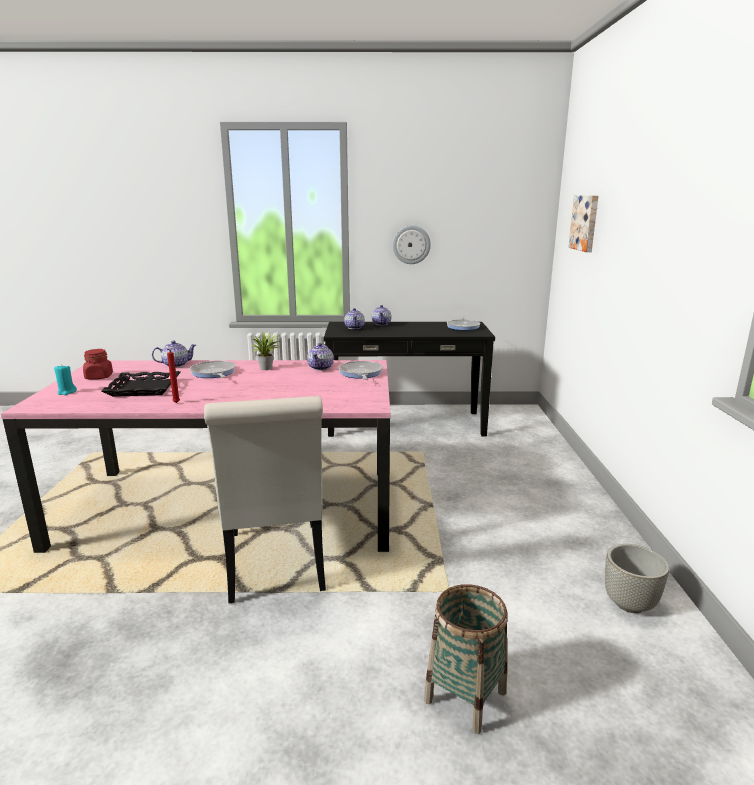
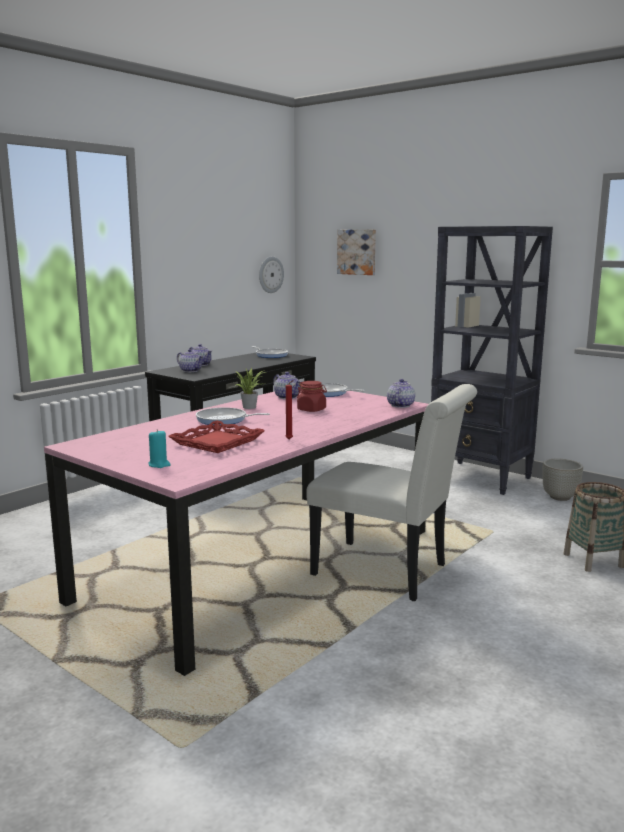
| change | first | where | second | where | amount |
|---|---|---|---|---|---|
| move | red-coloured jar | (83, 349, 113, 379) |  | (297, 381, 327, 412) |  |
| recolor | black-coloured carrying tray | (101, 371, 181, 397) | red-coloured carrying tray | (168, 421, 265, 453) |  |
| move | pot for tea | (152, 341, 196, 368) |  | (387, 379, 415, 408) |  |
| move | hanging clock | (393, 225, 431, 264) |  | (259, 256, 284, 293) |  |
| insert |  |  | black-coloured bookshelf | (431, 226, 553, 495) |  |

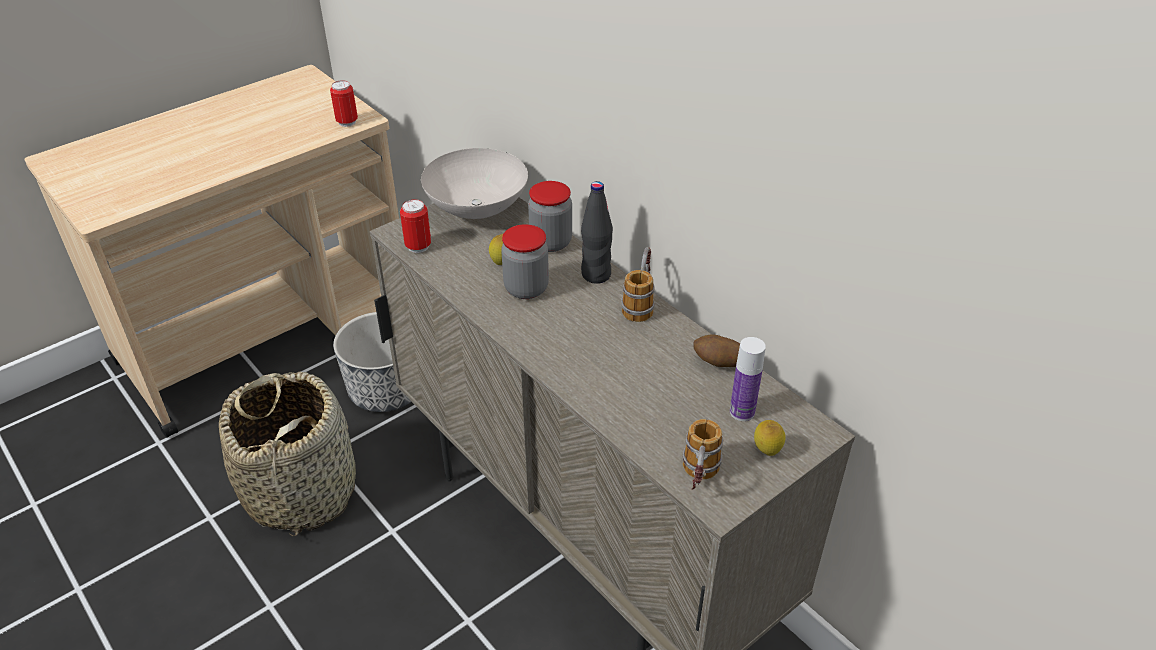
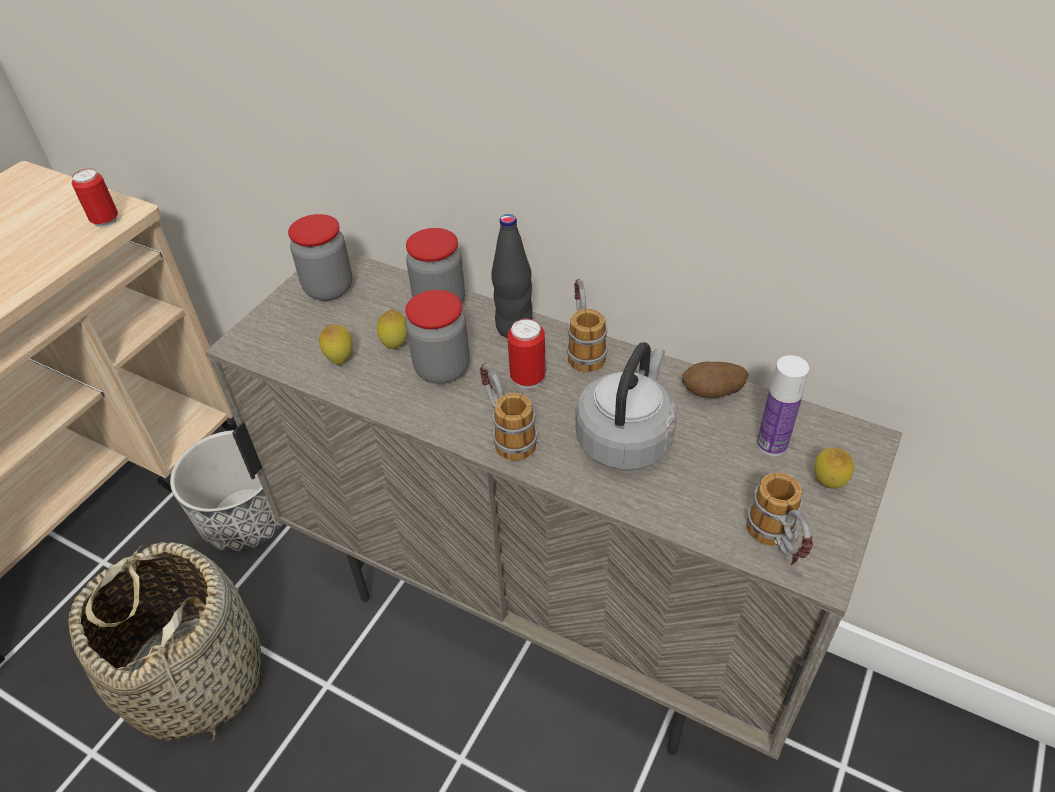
| change | first | where | second | where | amount |
|---|---|---|---|---|---|
| move | sealed can | (400, 199, 431, 253) |  | (507, 319, 546, 388) |  |
| replace | whitish bowl | (421, 148, 528, 219) | jar | (288, 214, 352, 301) |  |
| insert |  |  | whole lemon | (319, 324, 353, 365) |  |
| insert |  |  | tea mug | (480, 363, 538, 461) |  |
| insert |  |  | greyish water kettle | (576, 342, 677, 471) |  |

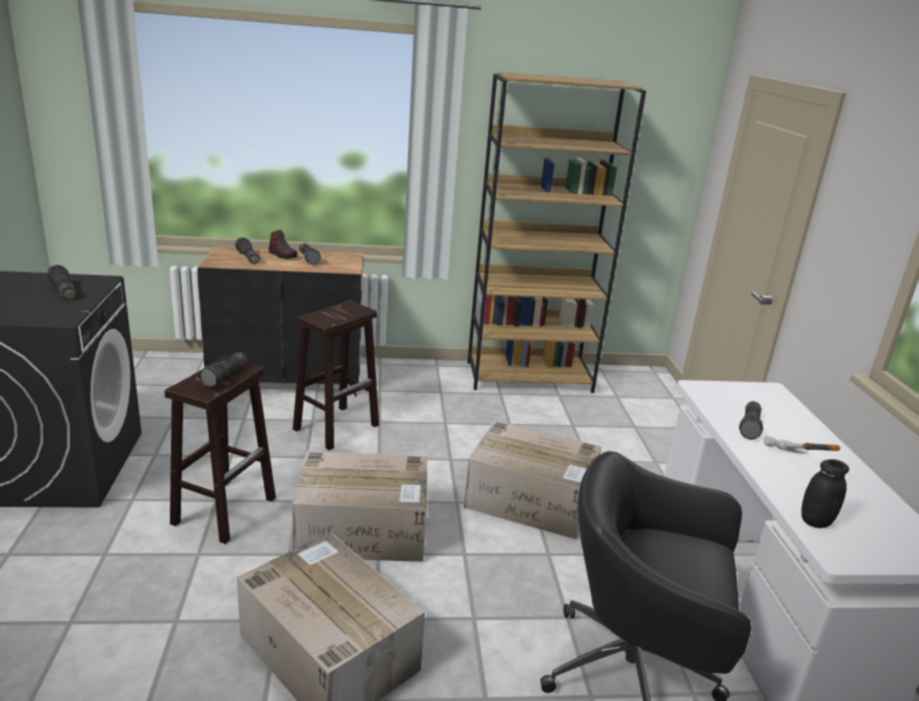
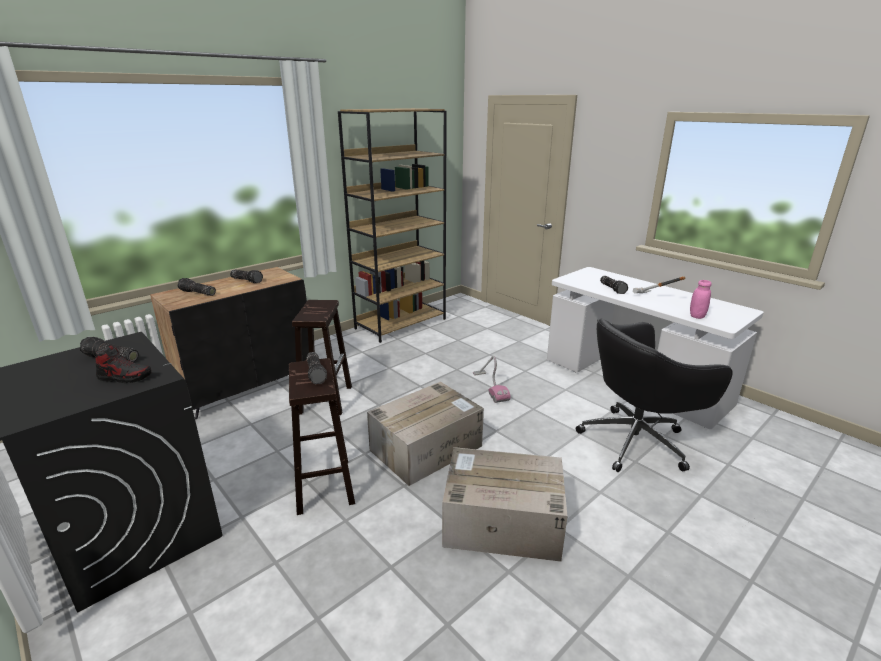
| change | first | where | second | where | amount |
|---|---|---|---|---|---|
| move | low shoe | (268, 230, 297, 259) |  | (95, 345, 151, 383) |  |
| replace | packing box | (464, 420, 602, 540) | hoover | (473, 356, 511, 403) |  |
| recolor | black-coloured jar | (801, 459, 849, 528) | pink-coloured jar | (690, 280, 712, 319) |  |

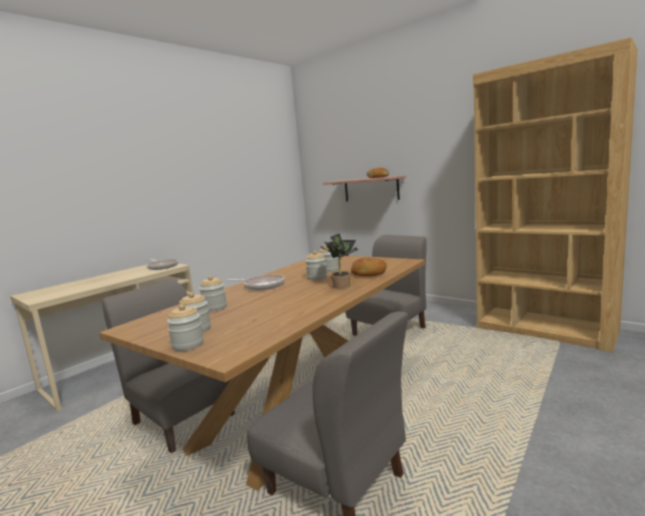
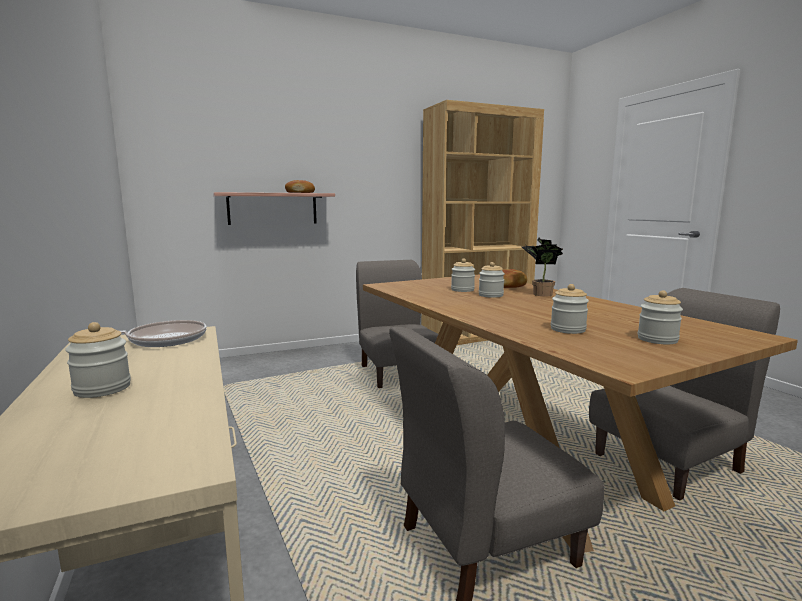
| change | first | where | second | where | amount |
|---|---|---|---|---|---|
| move | jar | (167, 304, 204, 351) |  | (65, 322, 131, 398) |  |
| delete | pan | (226, 275, 285, 290) |  |  |  |

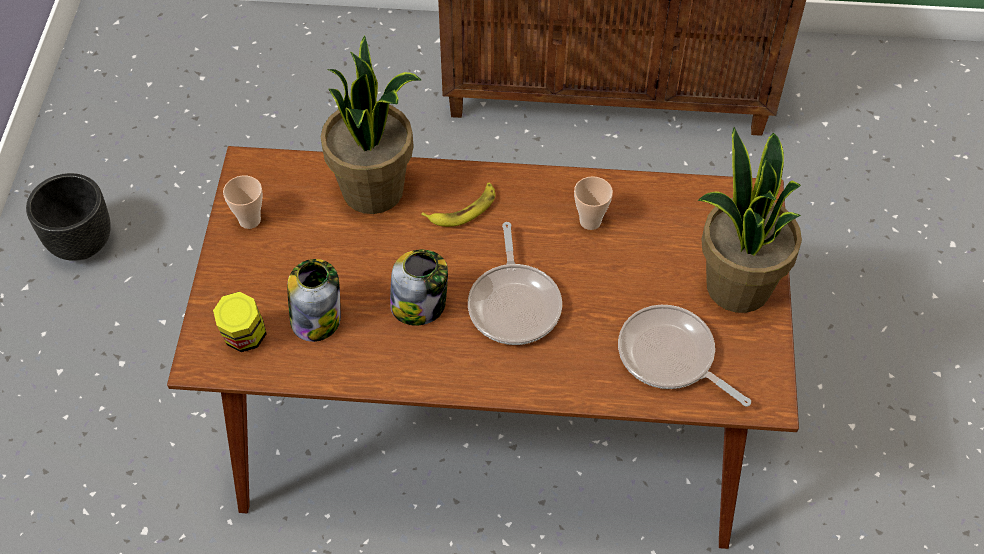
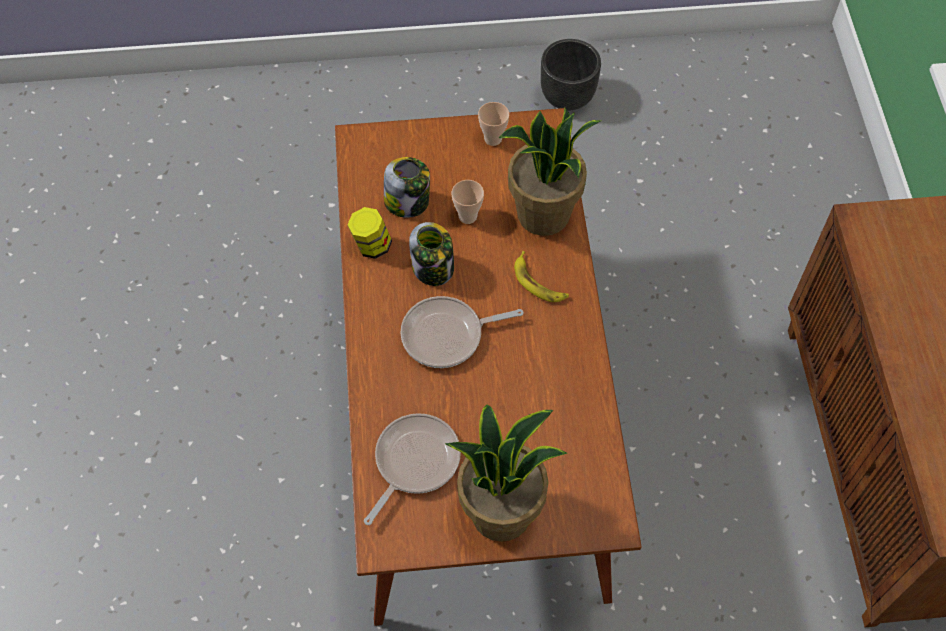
| change | first | where | second | where | amount |
|---|---|---|---|---|---|
| move | jar | (213, 292, 267, 352) |  | (347, 207, 392, 259) |  |
| move | small cup | (574, 176, 613, 230) |  | (452, 180, 484, 224) |  |

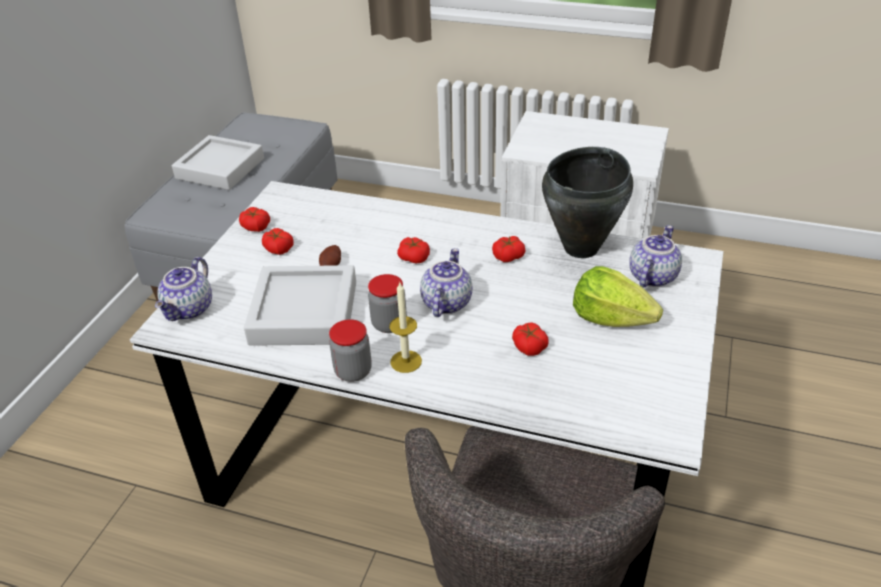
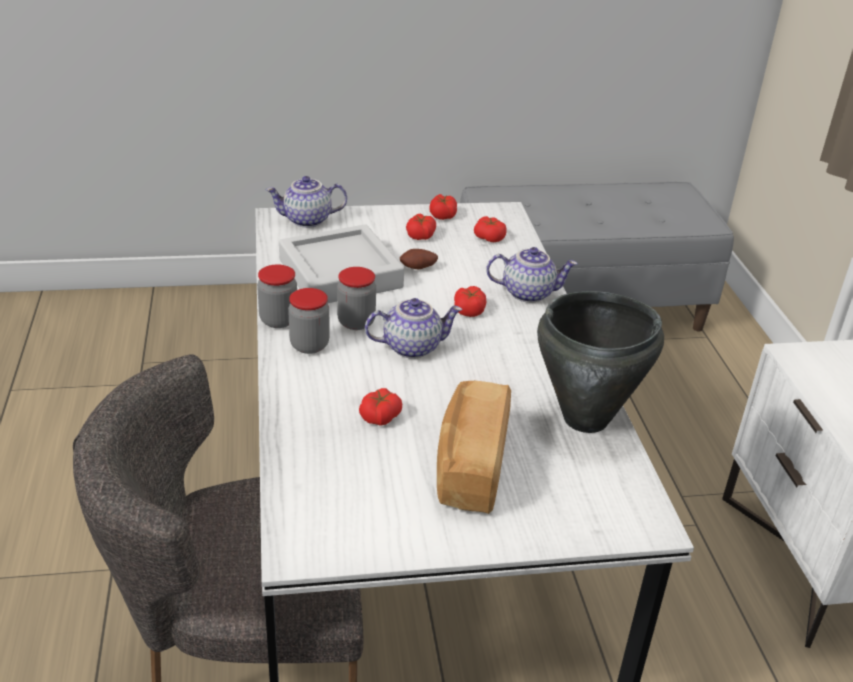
| change | first | where | second | where | amount |
|---|---|---|---|---|---|
| delete | greyish carrying tray | (172, 135, 264, 190) |  |  |  |
| replace | wax candle | (389, 281, 422, 373) | jar | (288, 288, 330, 354) |  |
| move | whole tomato | (492, 236, 526, 262) |  | (474, 216, 507, 242) |  |
| replace | head of lettuce | (573, 266, 663, 327) | bread | (437, 381, 511, 514) |  |
| move | pot for tea | (629, 225, 682, 287) |  | (486, 247, 578, 303) |  |

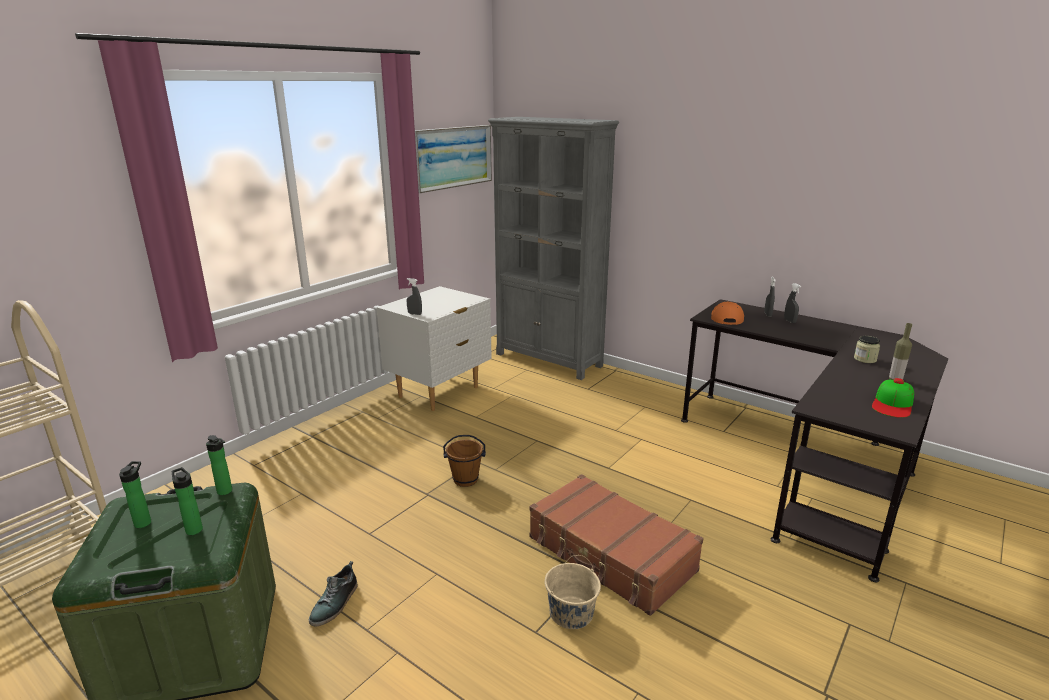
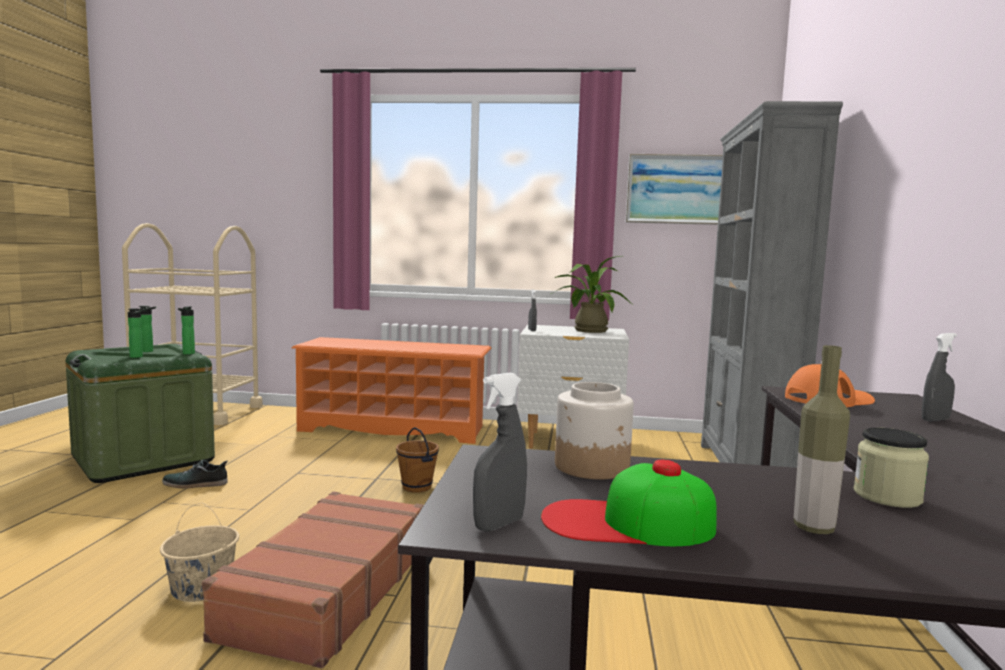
| change | first | where | second | where | amount |
|---|---|---|---|---|---|
| move | greyish sprayer | (784, 283, 801, 323) |  | (473, 373, 527, 532) |  |
| insert |  |  | orange shoe rack | (292, 337, 492, 444) |  |
| insert |  |  | potted plant | (551, 256, 632, 333) |  |
| insert |  |  | jar | (555, 382, 634, 479) |  |

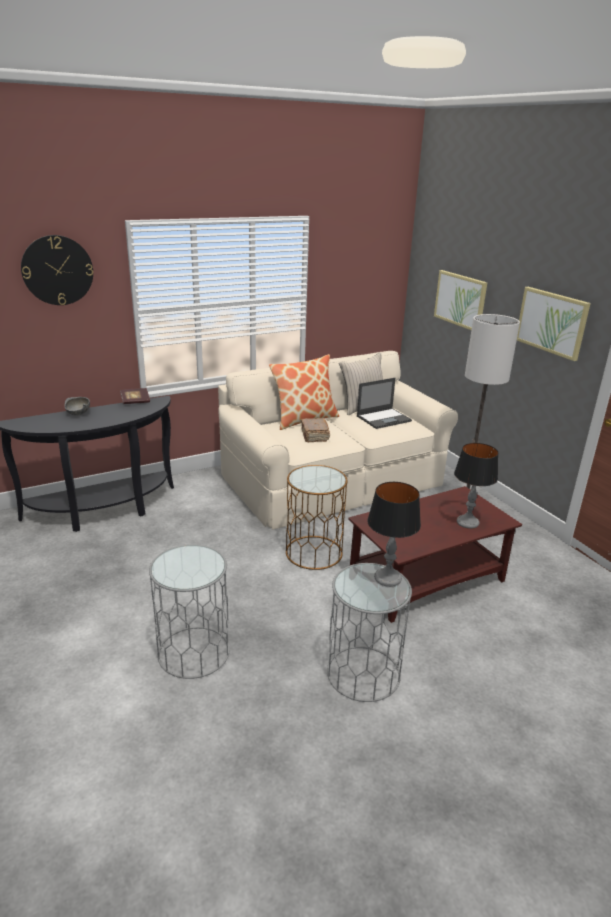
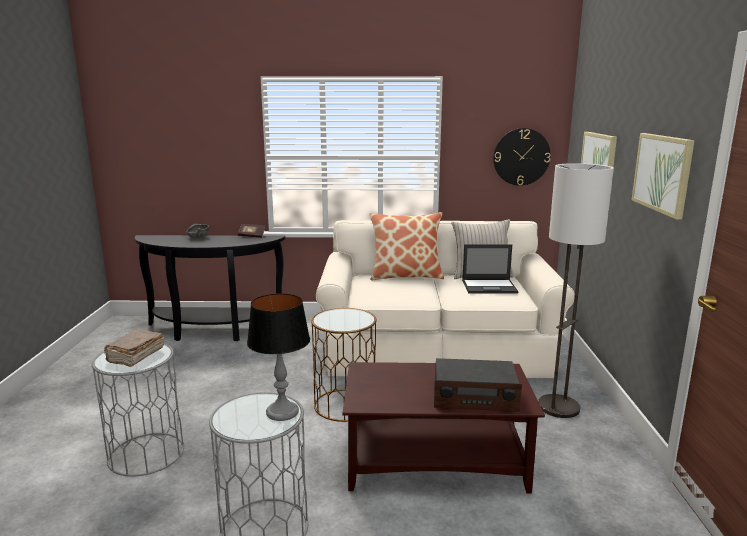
| change | first | where | second | where | amount |
|---|---|---|---|---|---|
| move | hanging clock | (21, 235, 93, 305) |  | (493, 128, 551, 186) |  |
| move | brownish volume | (301, 418, 330, 442) |  | (104, 329, 164, 367) |  |
| replace | lamp for a table | (454, 443, 498, 529) | radio | (434, 358, 522, 412) |  |

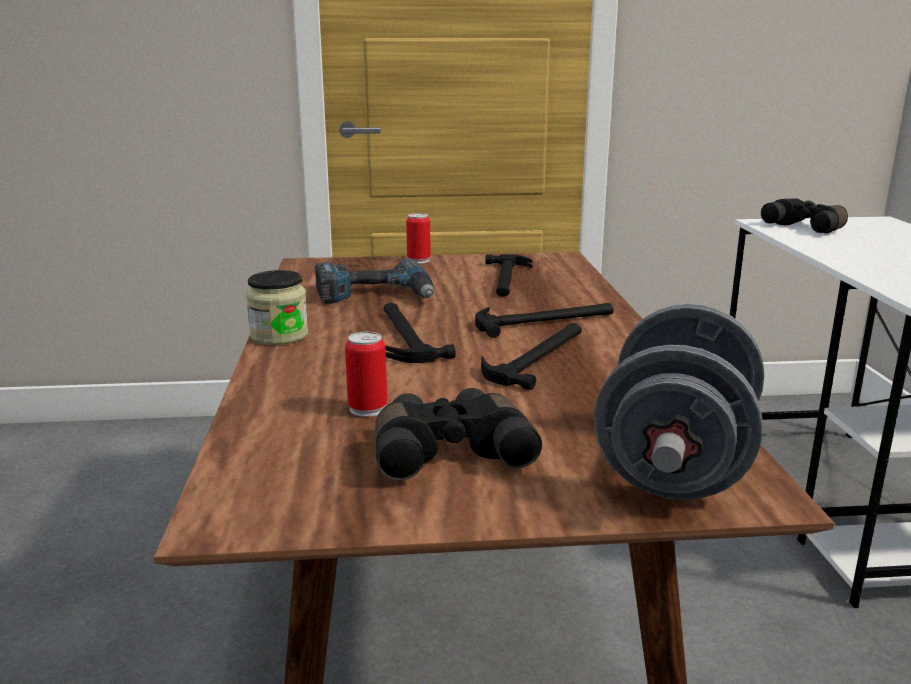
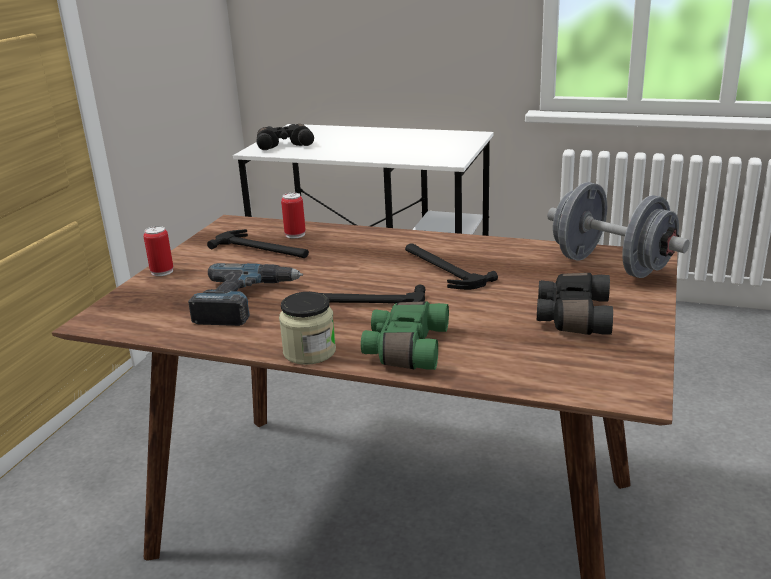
| change | first | where | second | where | amount |
|---|---|---|---|---|---|
| move | sealed can | (345, 332, 387, 417) |  | (281, 193, 306, 238) |  |
| delete | hand hammer | (475, 303, 614, 338) |  |  |  |
| insert |  |  | green pair of binoculars | (361, 301, 449, 370) |  |

